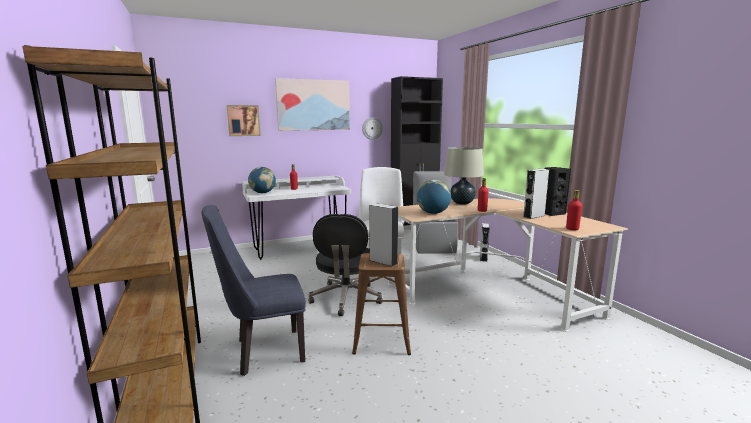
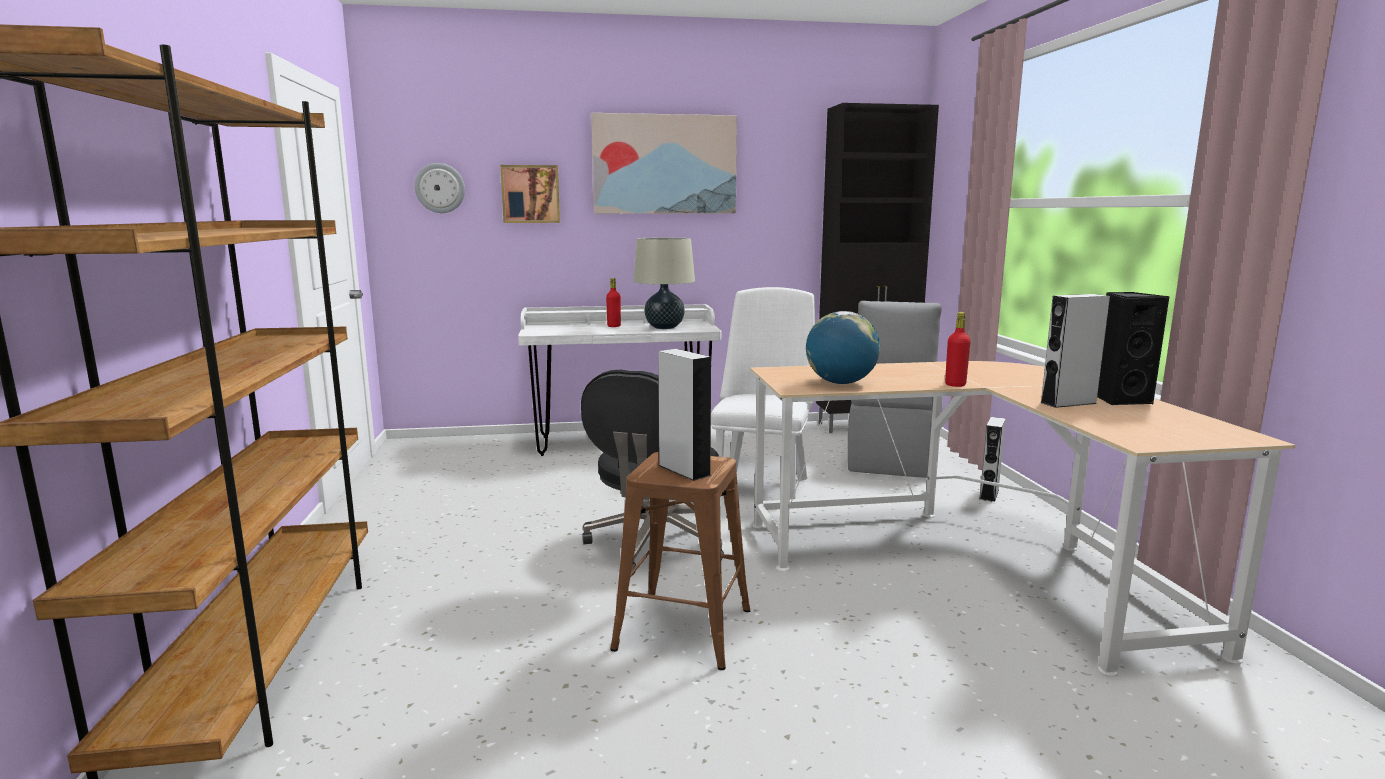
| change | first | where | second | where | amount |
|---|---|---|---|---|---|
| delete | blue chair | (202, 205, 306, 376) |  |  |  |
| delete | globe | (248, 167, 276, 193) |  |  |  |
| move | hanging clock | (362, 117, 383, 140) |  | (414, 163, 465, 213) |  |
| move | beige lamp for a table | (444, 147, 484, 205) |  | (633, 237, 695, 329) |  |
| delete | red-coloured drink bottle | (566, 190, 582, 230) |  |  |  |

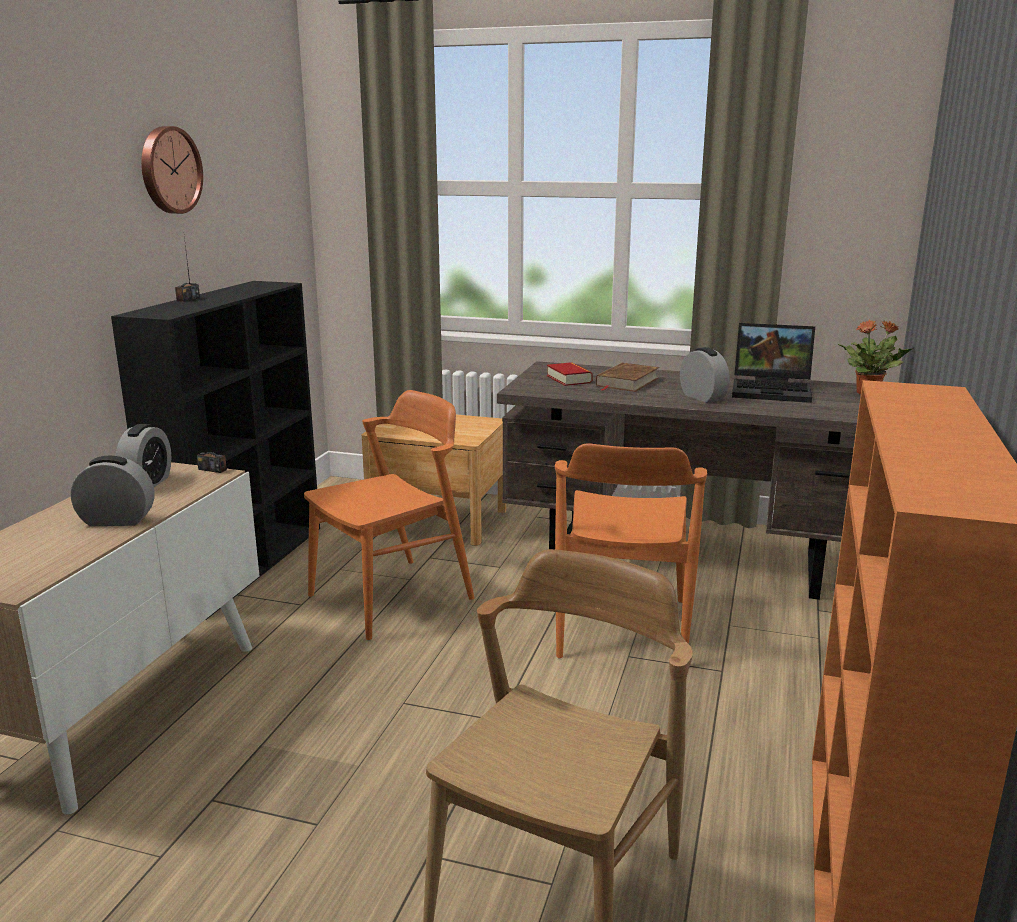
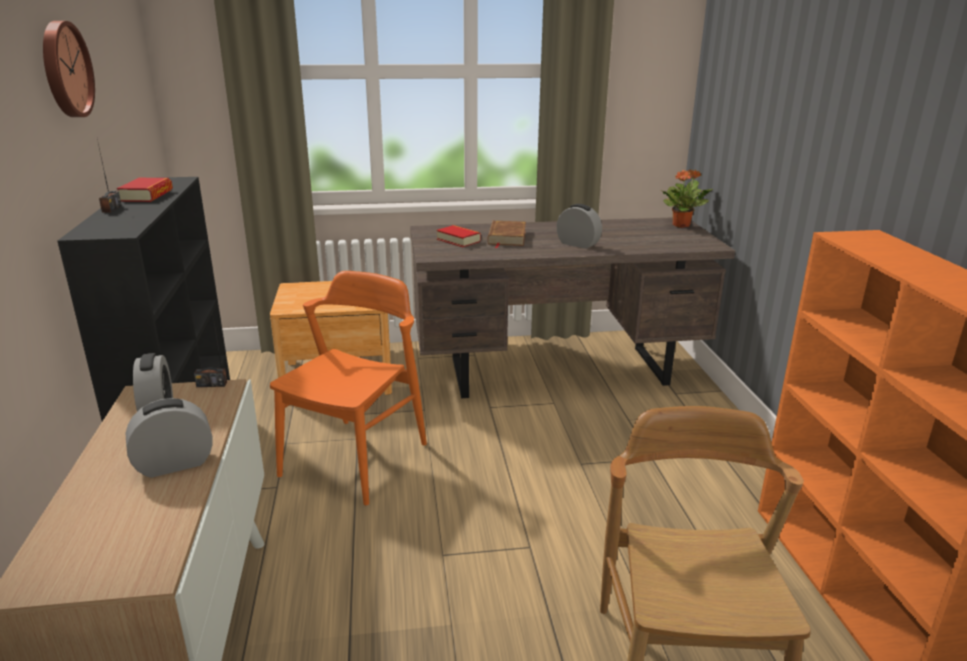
| change | first | where | second | where | amount |
|---|---|---|---|---|---|
| delete | orange chair | (555, 443, 707, 658) |  |  |  |
| delete | notebook computer | (732, 323, 815, 403) |  |  |  |
| insert |  |  | volume | (117, 178, 173, 202) |  |

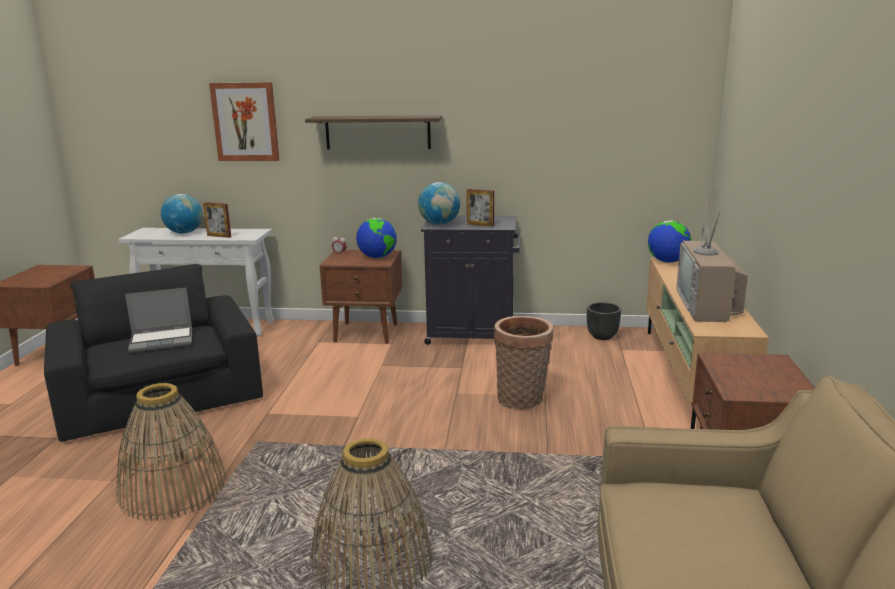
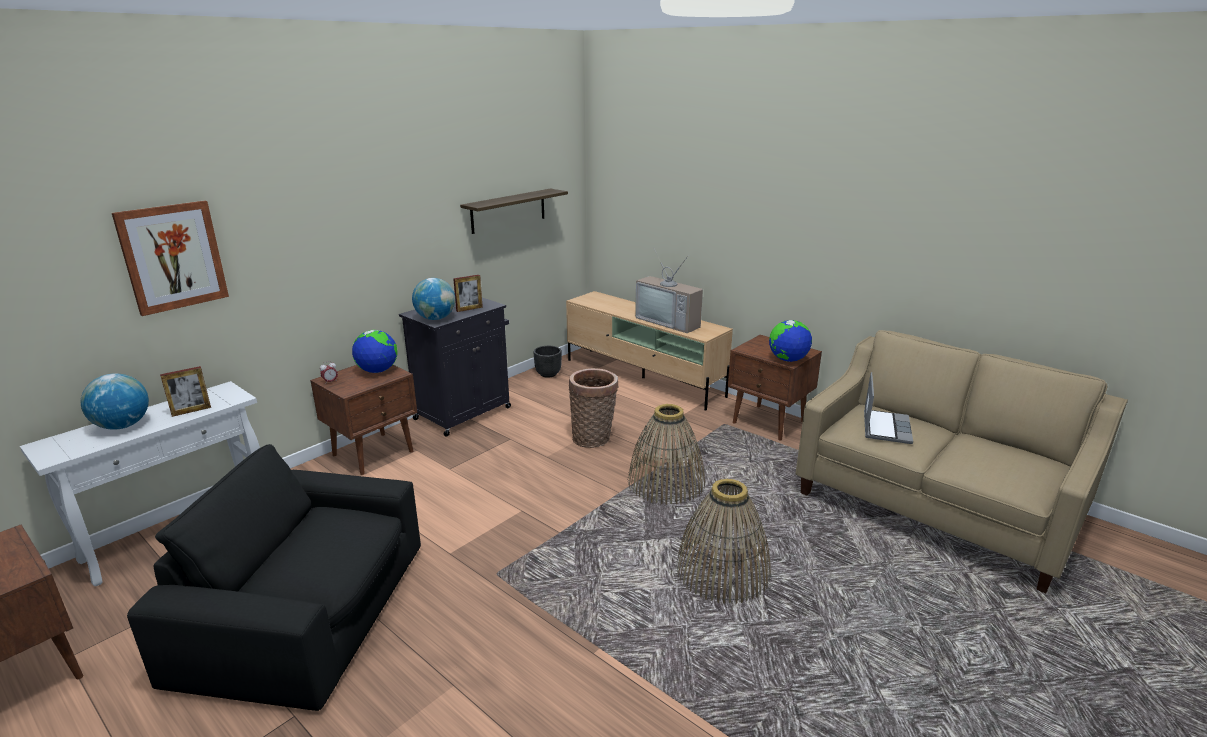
| change | first | where | second | where | amount |
|---|---|---|---|---|---|
| move | household basket | (116, 383, 226, 521) |  | (628, 404, 705, 505) |  |
| move | notebook computer | (125, 288, 192, 353) |  | (864, 372, 913, 444) |  |
| move | shelf | (305, 115, 442, 149) |  | (460, 189, 568, 234) |  |
| move | globe | (648, 220, 692, 263) |  | (769, 320, 812, 362) |  |

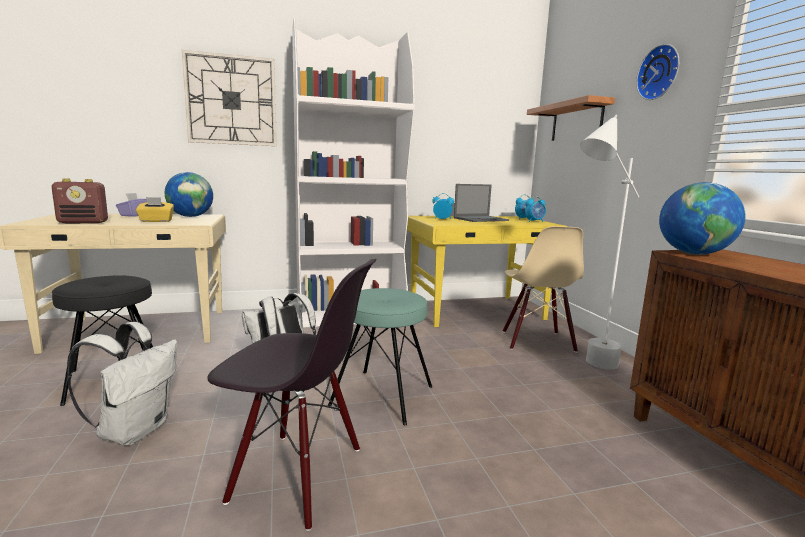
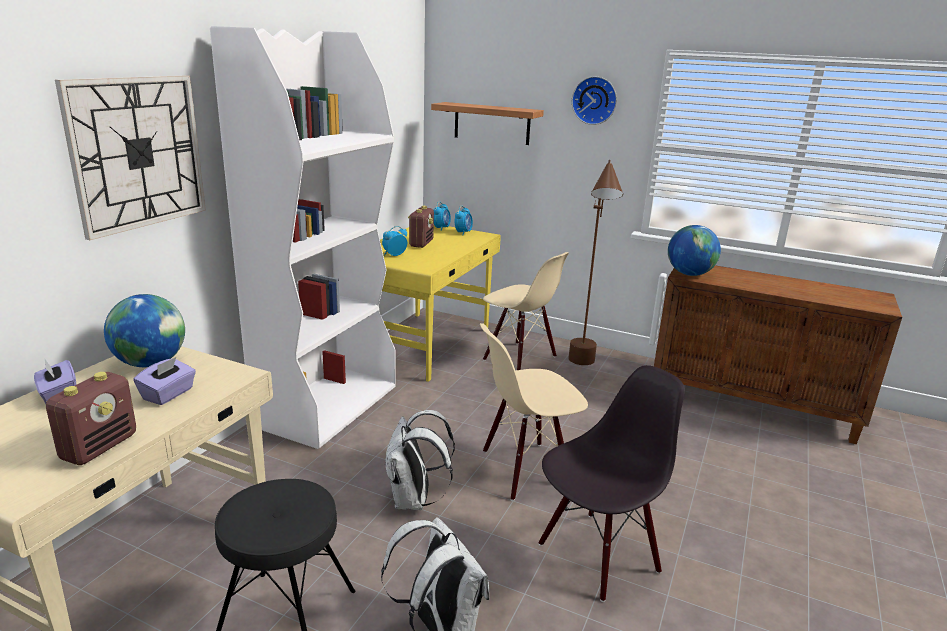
| change | first | where | second | where | amount |
|---|---|---|---|---|---|
| recolor | yellow-coloured tissue box | (136, 197, 174, 222) | purple tissue box | (133, 357, 196, 405) |  |
| replace | turquoise stool | (328, 288, 432, 425) | beige chair | (480, 323, 588, 501) |  |
| replace | notebook computer | (454, 184, 509, 222) | radio | (408, 206, 434, 248) |  |
| recolor | whitish standing lamp | (580, 115, 639, 369) | brownish standing lamp | (569, 160, 623, 365) |  |

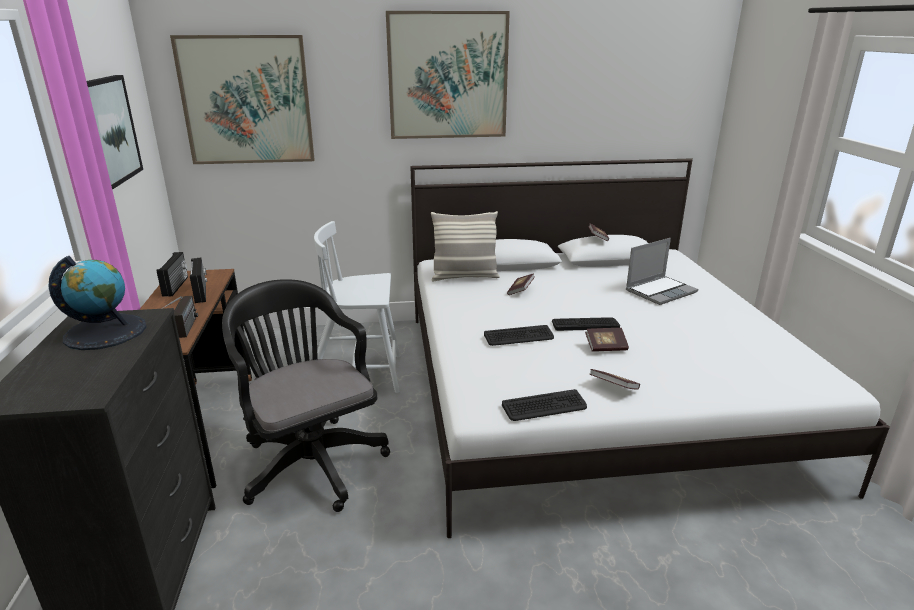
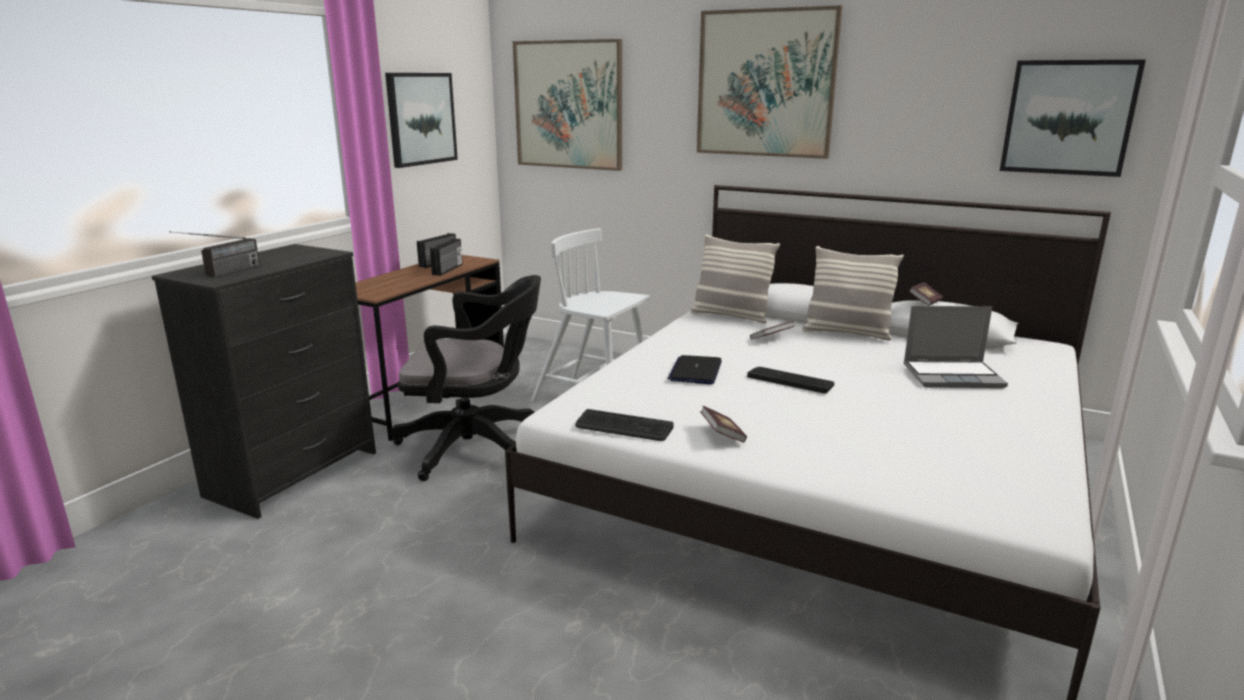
| change | first | where | second | where | amount |
|---|---|---|---|---|---|
| delete | globe | (49, 256, 146, 350) |  |  |  |
| move | radio | (162, 296, 198, 338) |  | (169, 231, 260, 277) |  |
| rotate | black-coloured computer chair | (222, 279, 390, 512) |  | (390, 275, 541, 481) | 90 degrees clockwise |
| replace | keyboard | (484, 325, 554, 346) | notebook computer | (668, 355, 722, 384) |  |
| delete | volume | (585, 328, 629, 352) |  |  |  |
| insert |  |  | pillow | (802, 246, 904, 341) |  |
| insert |  |  | wall art | (1000, 60, 1146, 177) |  |

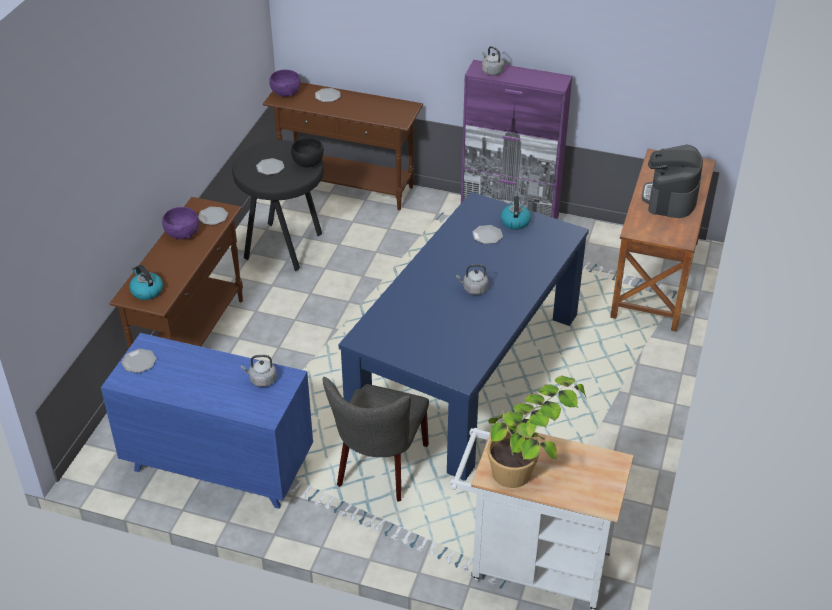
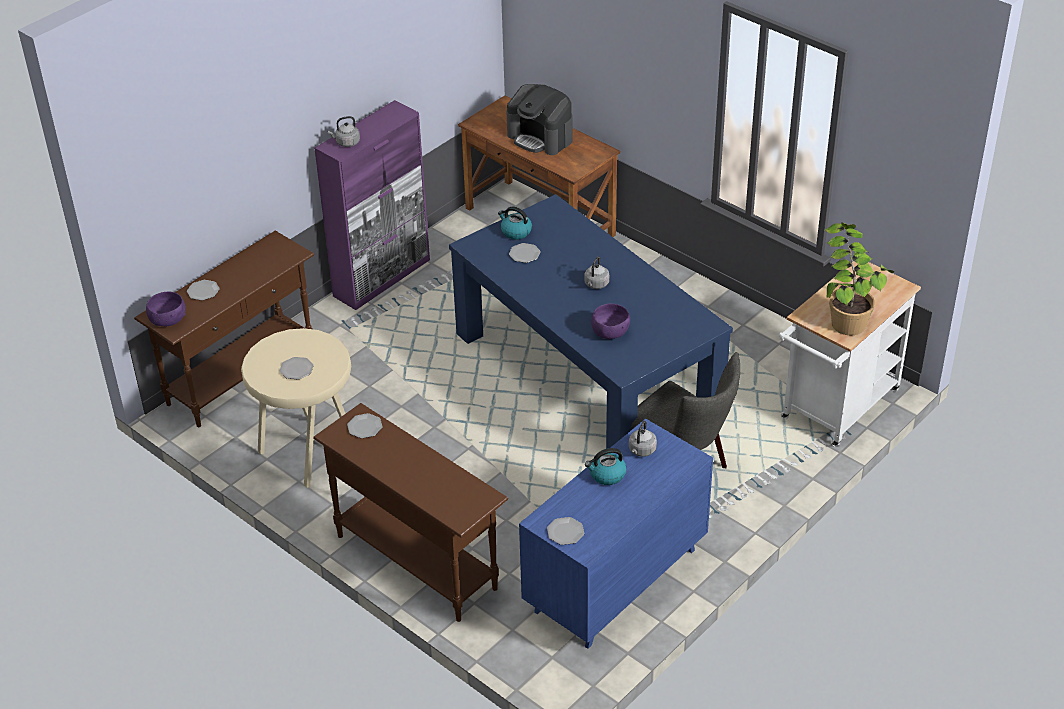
| change | first | where | second | where | amount |
|---|---|---|---|---|---|
| move | water kettle | (129, 265, 163, 300) |  | (585, 448, 626, 485) |  |
| move | purple bowl | (162, 207, 199, 239) |  | (591, 303, 630, 339) |  |
| recolor | black-coloured stool | (232, 140, 324, 271) | beige stool | (241, 328, 351, 488) |  |
| delete | black-coloured bowl | (291, 138, 324, 167) |  |  |  |

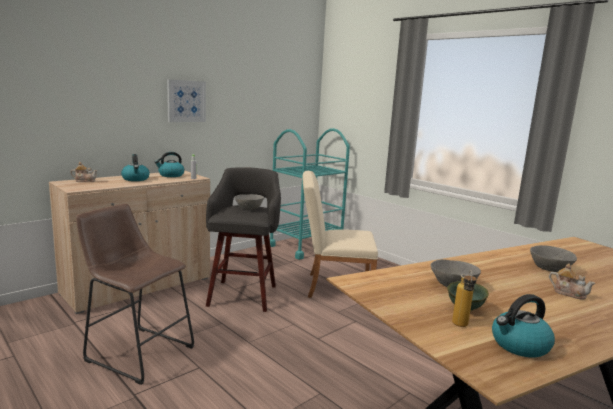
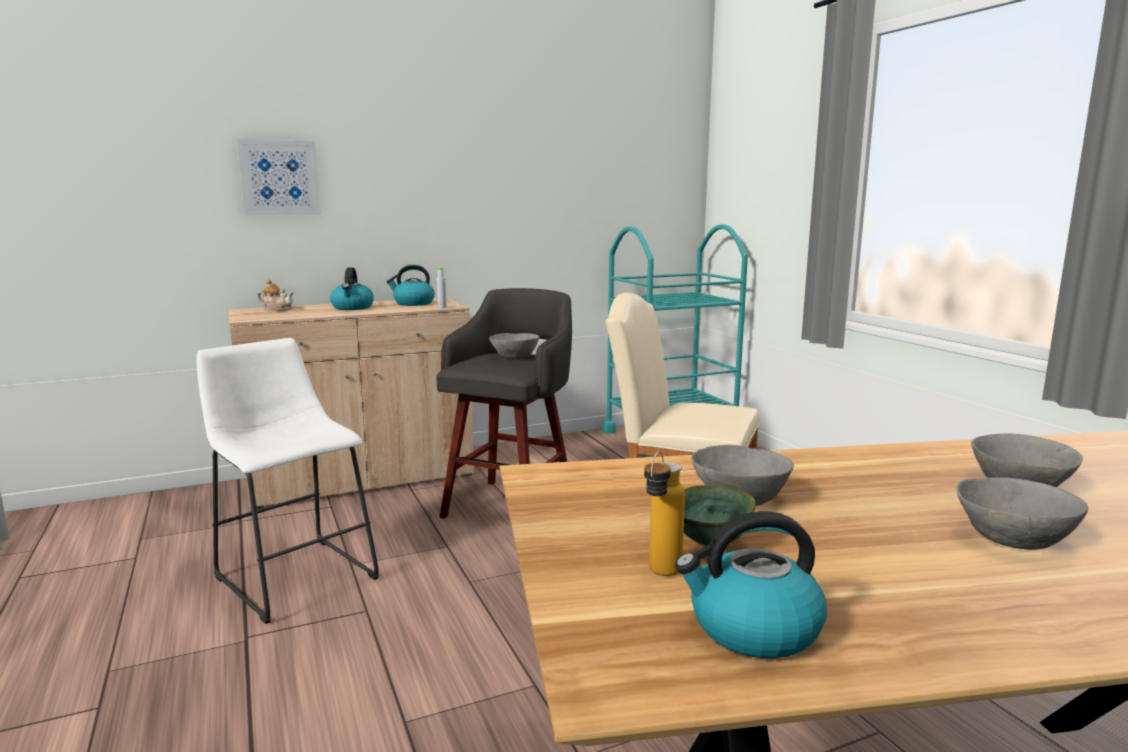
| change | first | where | second | where | amount |
|---|---|---|---|---|---|
| recolor | brownish stool | (76, 203, 194, 385) | whitish stool | (197, 338, 379, 624) |  |
| move | wall art | (167, 79, 206, 122) |  | (237, 139, 321, 216) |  |
| replace | pot for tea | (549, 263, 595, 300) | greyish bowl | (956, 477, 1088, 550) |  |

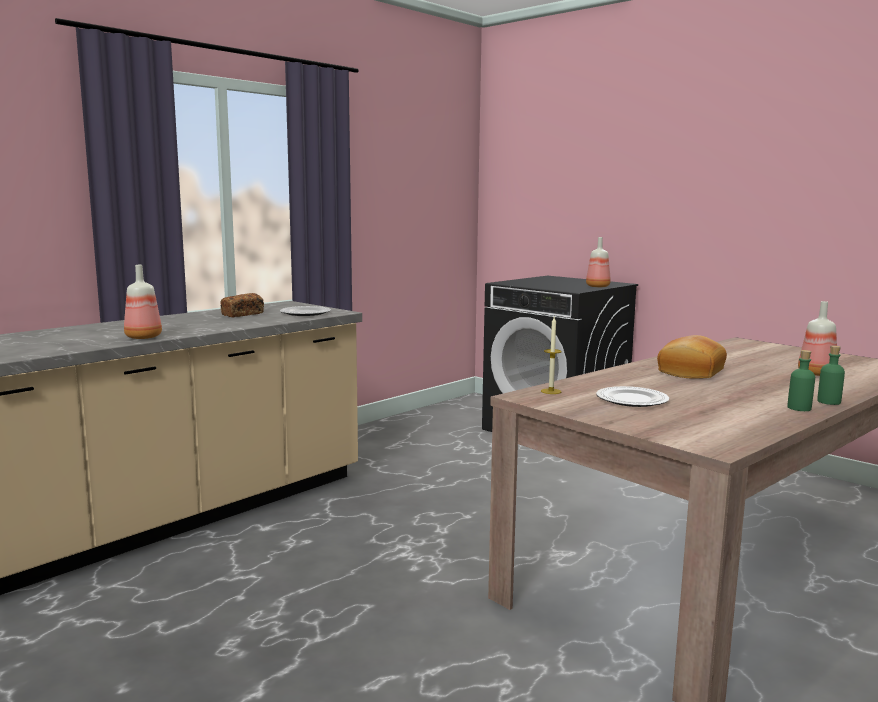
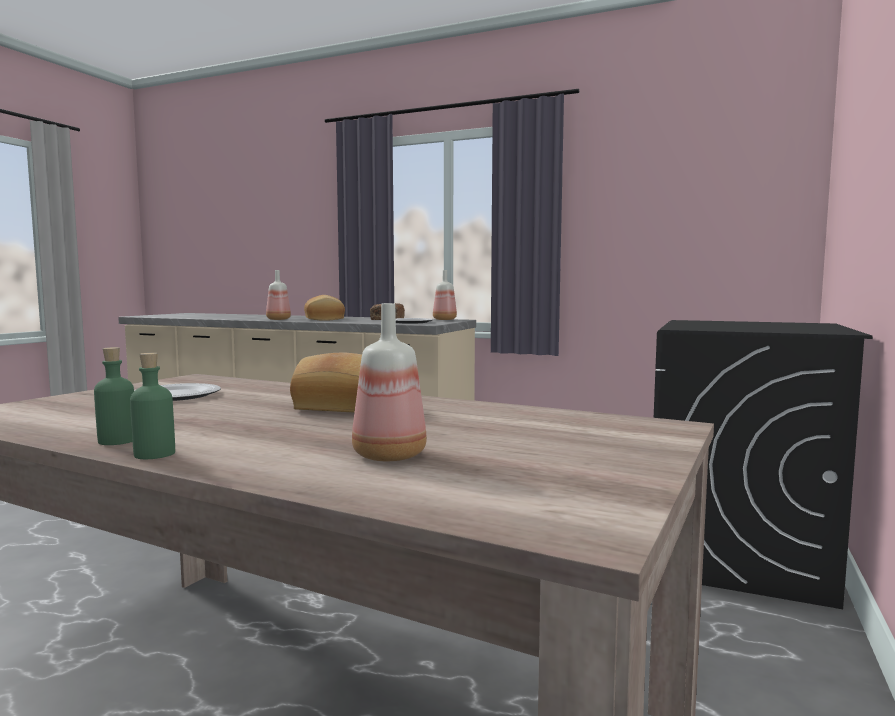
| change | first | where | second | where | amount |
|---|---|---|---|---|---|
| delete | wax candle | (541, 317, 562, 394) |  |  |  |
| move | drink bottle | (586, 237, 611, 287) |  | (433, 270, 457, 320) |  |
| insert |  |  | bread | (304, 295, 345, 321) |  |

